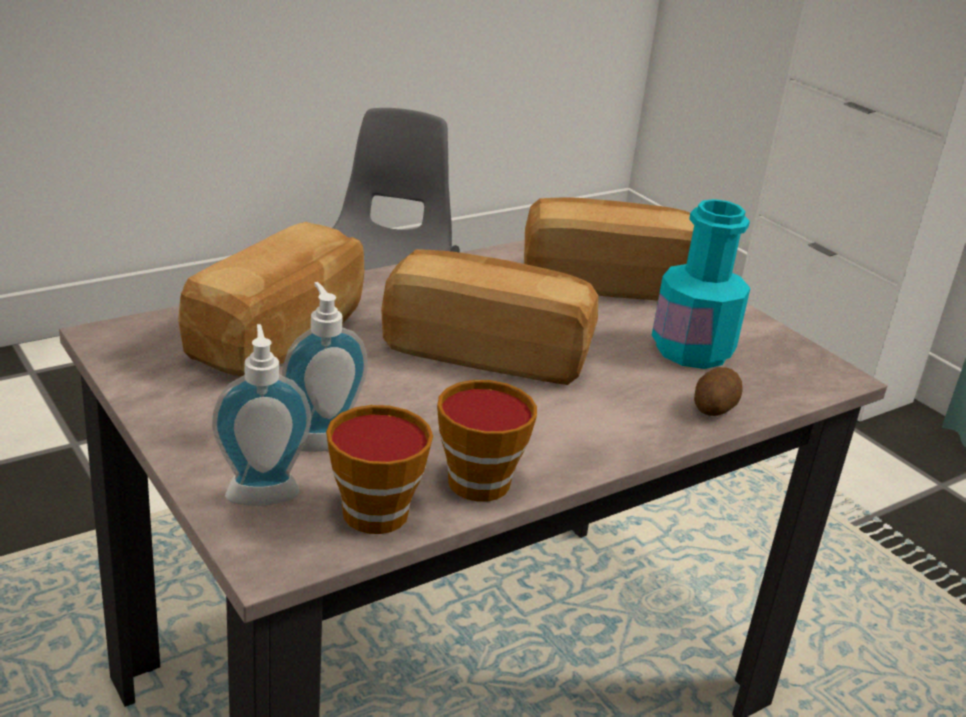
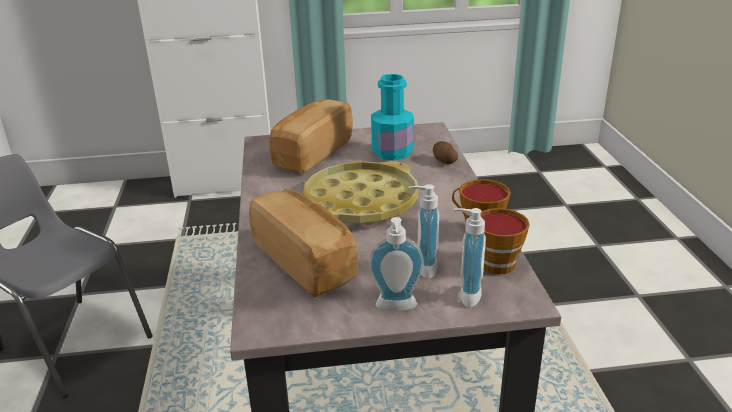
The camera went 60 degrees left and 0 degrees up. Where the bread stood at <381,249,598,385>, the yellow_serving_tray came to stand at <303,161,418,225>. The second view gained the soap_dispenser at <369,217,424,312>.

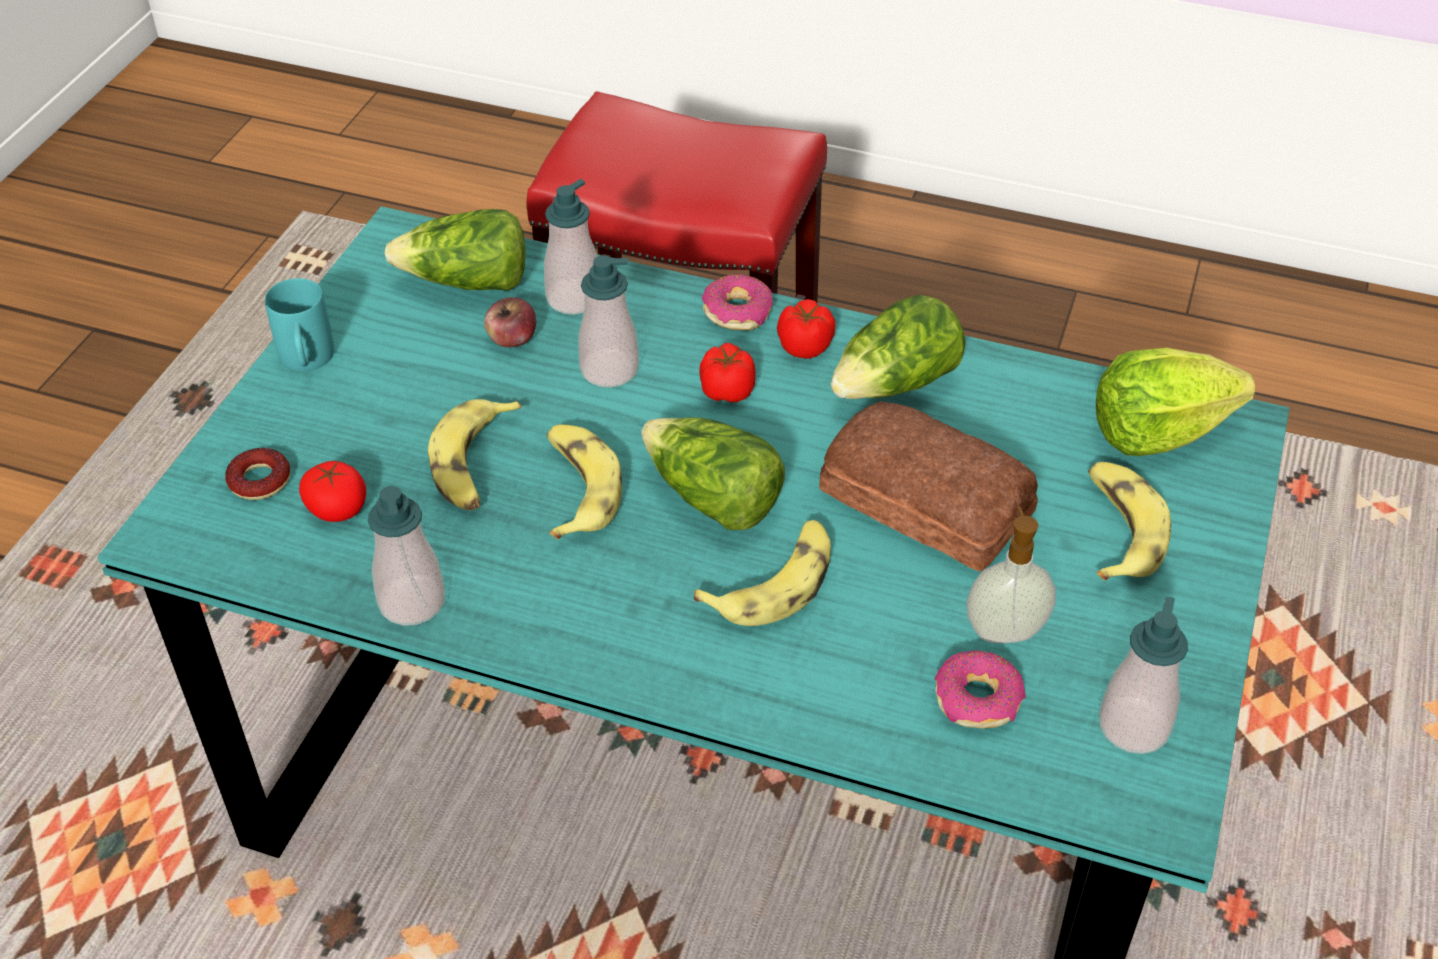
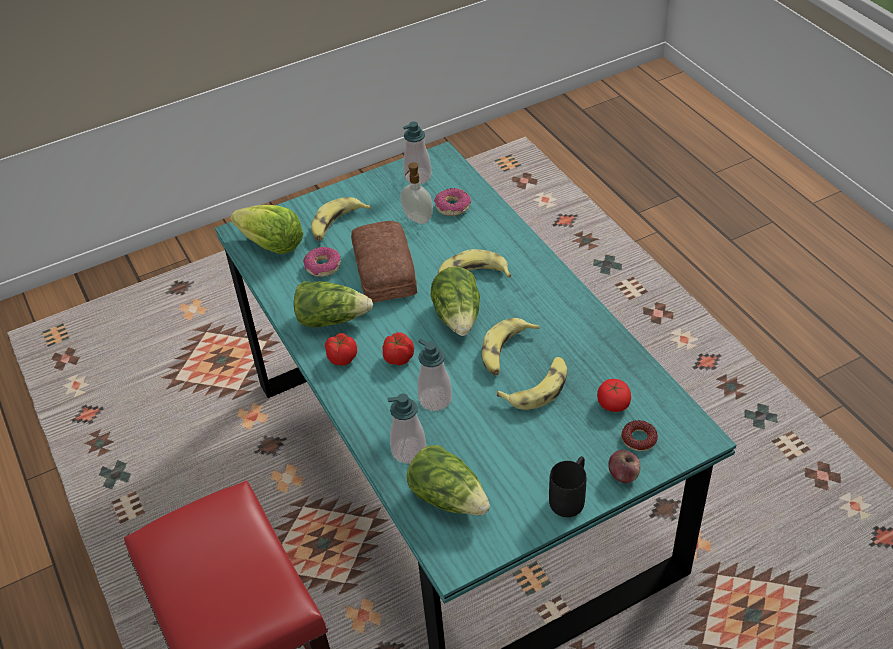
The camera went 135 degrees left and 0 degrees up. The doughnut ended up elsewhere, having gone from <702,274,773,331> to <303,247,341,277>. What was the blue-green_coffee_mug at <265,278,334,371> turned into the black_coffee_mug at <549,456,586,517>. The apple ended up elsewhere, having gone from <484,297,536,347> to <608,450,641,483>. The second view lost the soap_dispenser at <368,486,445,626>.

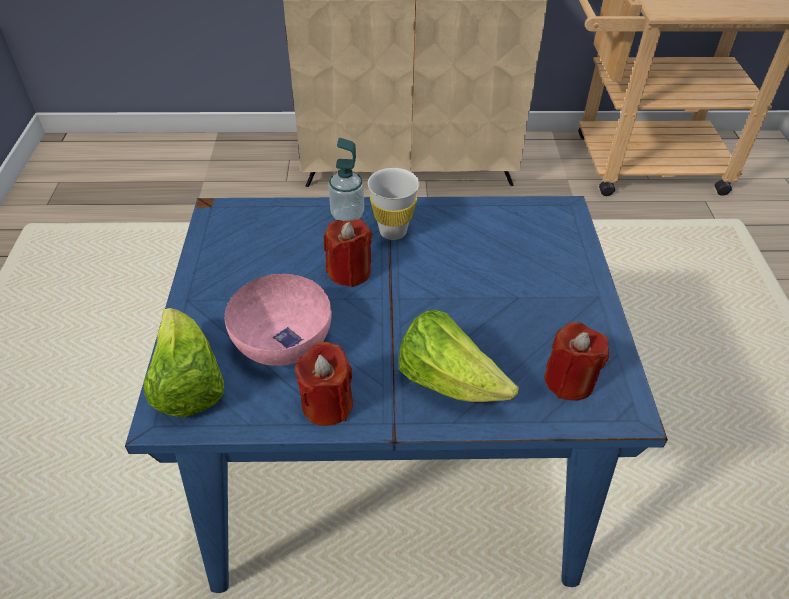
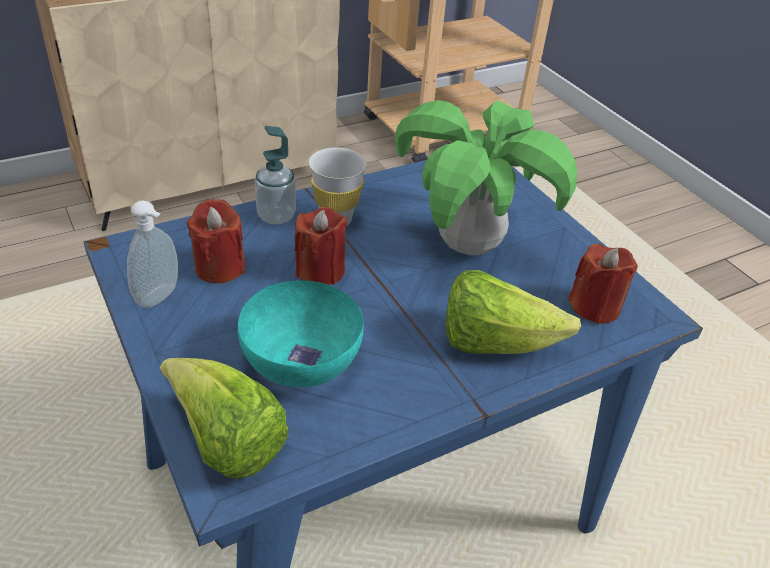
The camera went 30 degrees left and 5 degrees down. The second view gained the soap_dispenser at <127,201,178,308>. The red_wax_candle ended up elsewhere, having gone from <295,342,353,426> to <187,199,245,283>. What was the pink-coloured_bowl at <225,274,332,366> turned into the blue-green_bowl at <238,280,364,387>. The second view gained the houseplant at <394,100,577,255>.

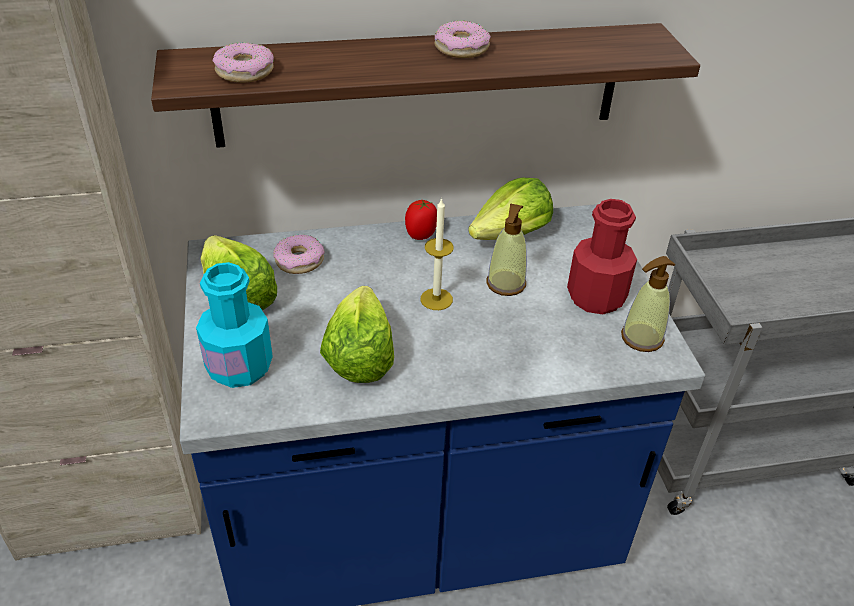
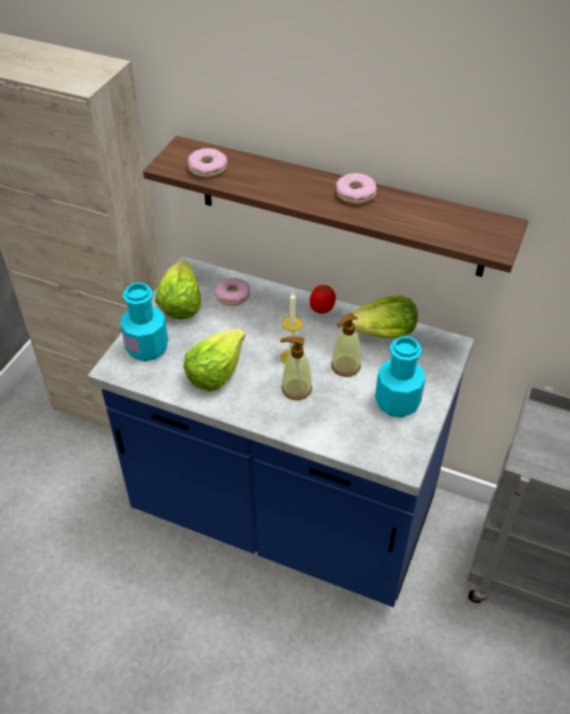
The camera went 35 degrees right and 5 degrees up. The soap_dispenser ended up elsewhere, having gone from <621,256,675,352> to <280,336,312,400>. What was the red_bottle at <567,199,637,314> turned into the blue-green_bottle at <375,336,426,418>.

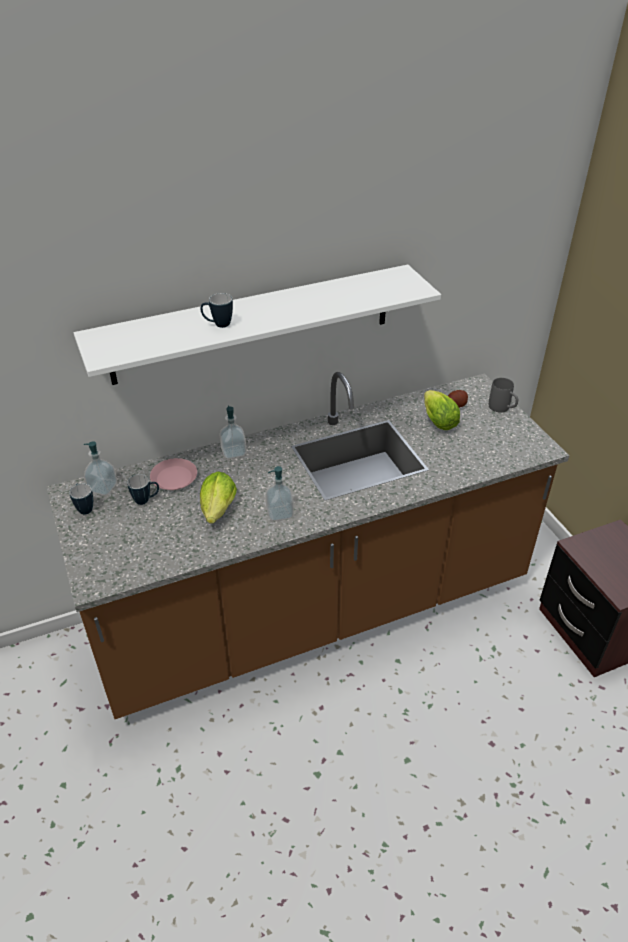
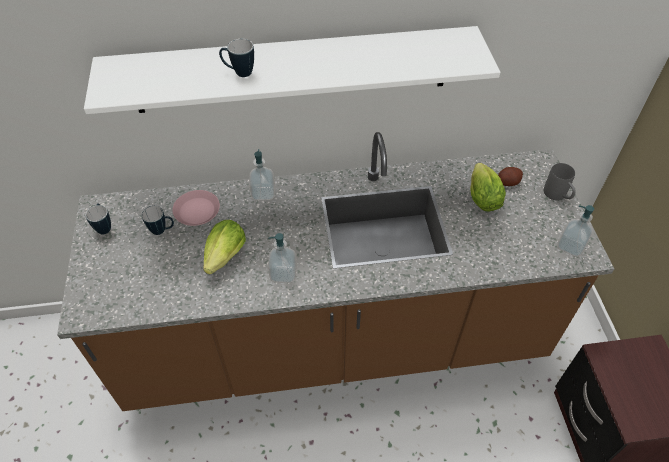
The camera went 15 degrees right and 10 degrees up. The soap_dispenser ended up elsewhere, having gone from <84,441,117,496> to <557,205,594,257>.

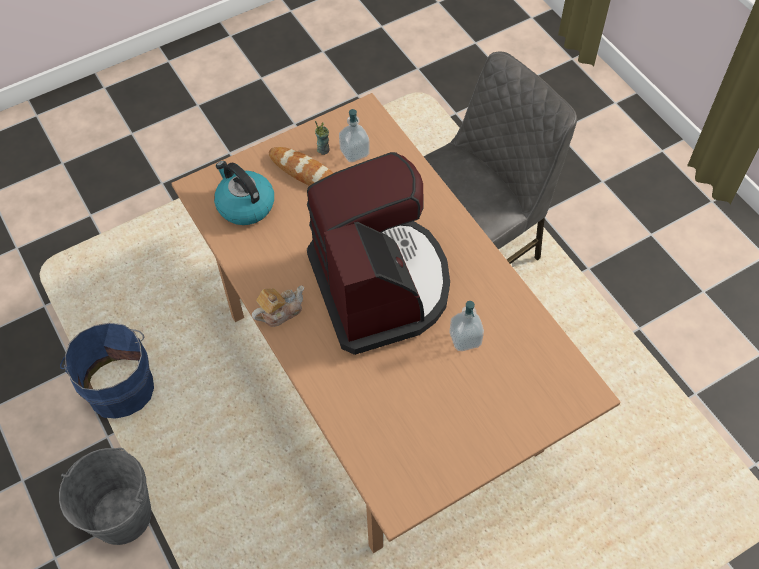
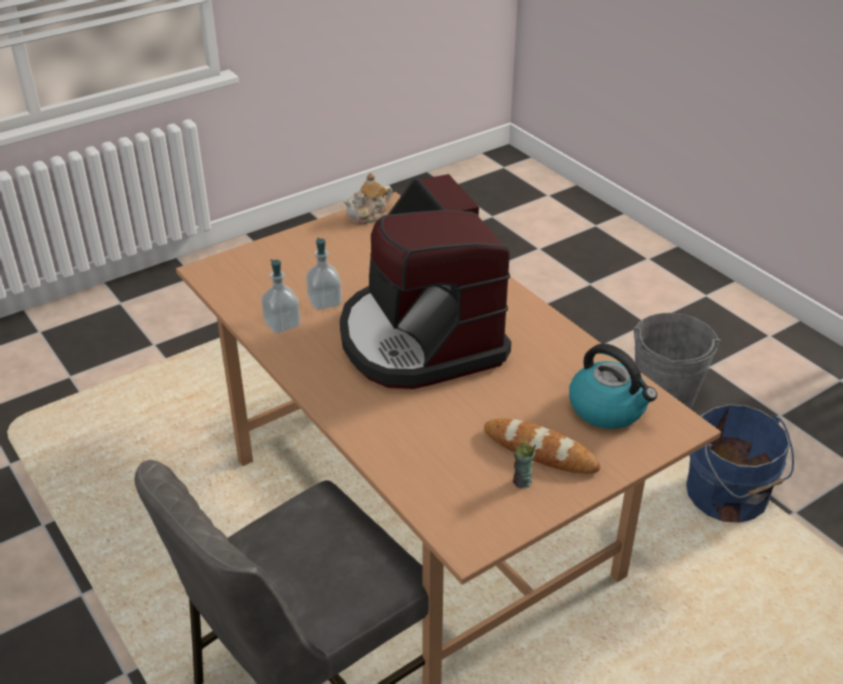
The camera went 175 degrees right and 20 degrees down. The soap_dispenser ended up elsewhere, having gone from <339,109,370,162> to <261,259,300,333>. The pot_for_tea ended up elsewhere, having gone from <252,285,304,327> to <343,173,393,225>.

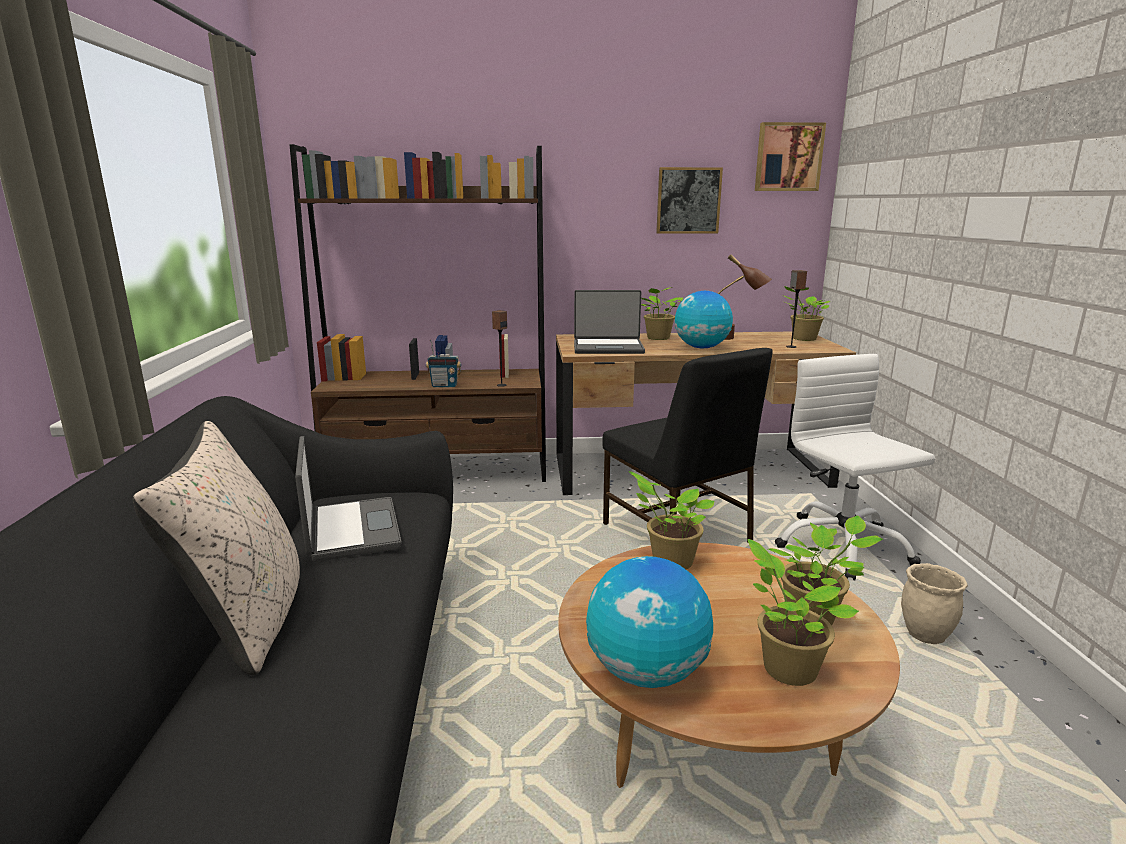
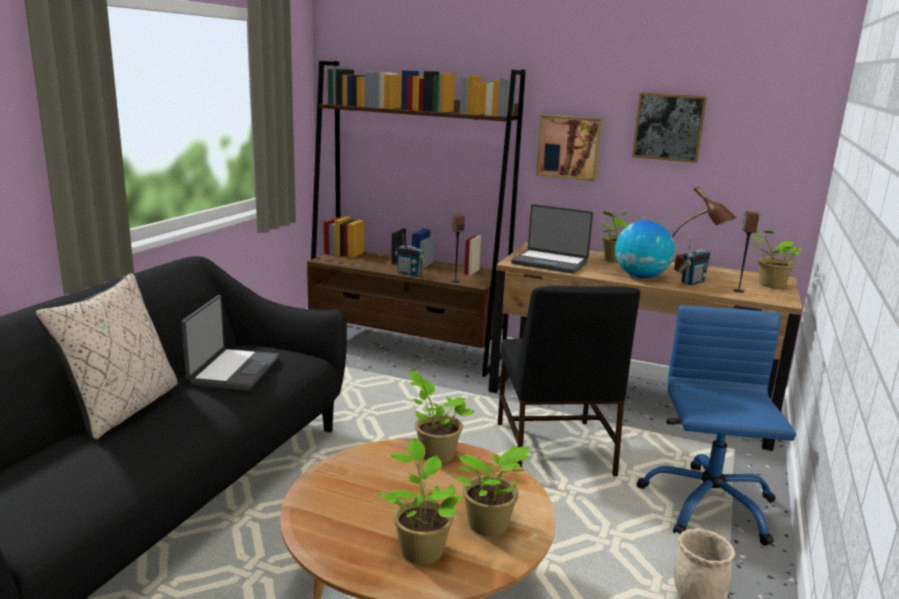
The camera went 25 degrees right and 0 degrees up. The picture ended up elsewhere, having gone from <755,122,826,191> to <536,115,602,181>. What was the white-coloured_desk_chair at <775,354,935,580> turned into the blue-coloured_desk_chair at <637,306,796,546>. The second view gained the radio_set at <678,237,710,286>. The second view lost the desk_globe at <586,556,713,688>.

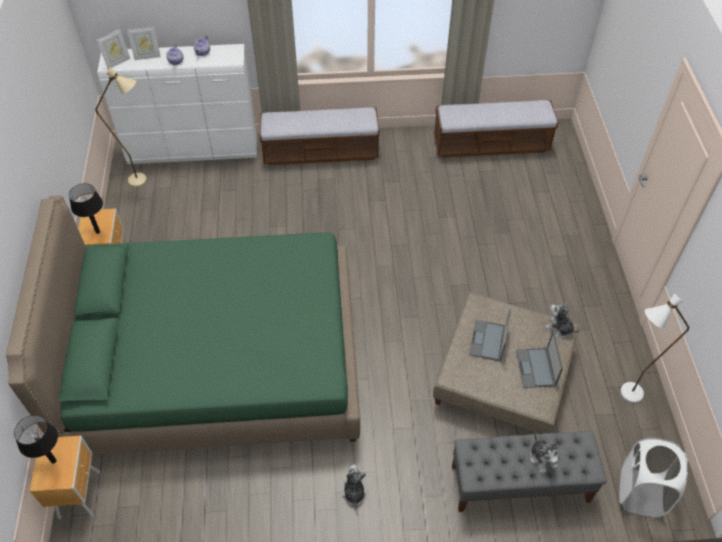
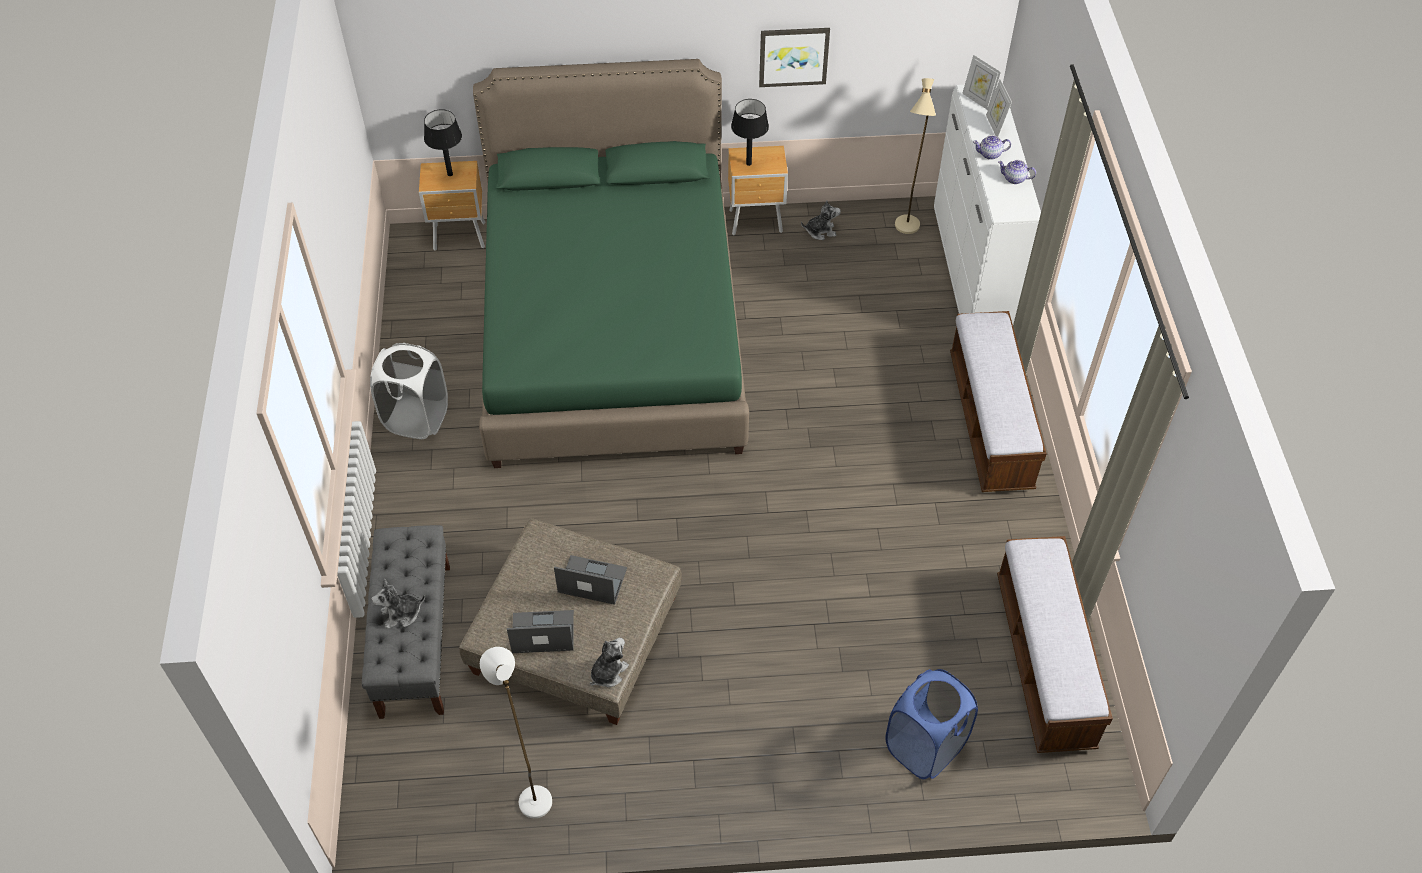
The camera went 90 degrees right and 0 degrees up. The white-coloured_laundry_basket ended up elsewhere, having gone from <619,438,688,517> to <370,343,448,439>. The second view gained the picture at <759,28,830,87>. The plush_toy ended up elsewhere, having gone from <342,464,366,507> to <801,200,841,240>. The second view gained the blue-coloured_laundry_basket at <885,669,978,779>.

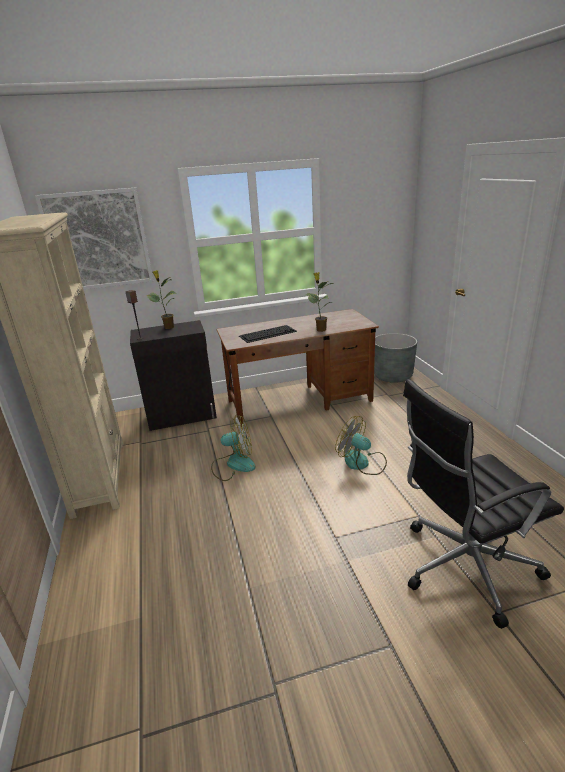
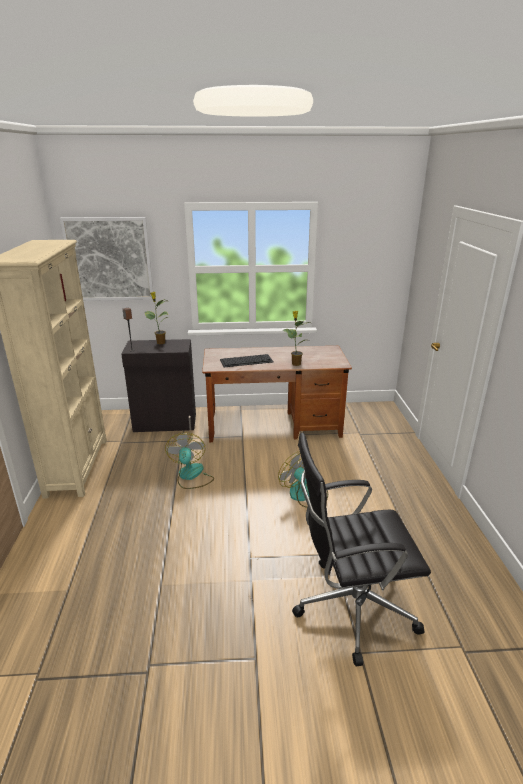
The camera went 10 degrees right and 0 degrees up. The electric_fan at <211,415,256,481> ended up facing another way, 105 degrees counterclockwise from before. The second view lost the grey_planter at <374,333,417,383>.

